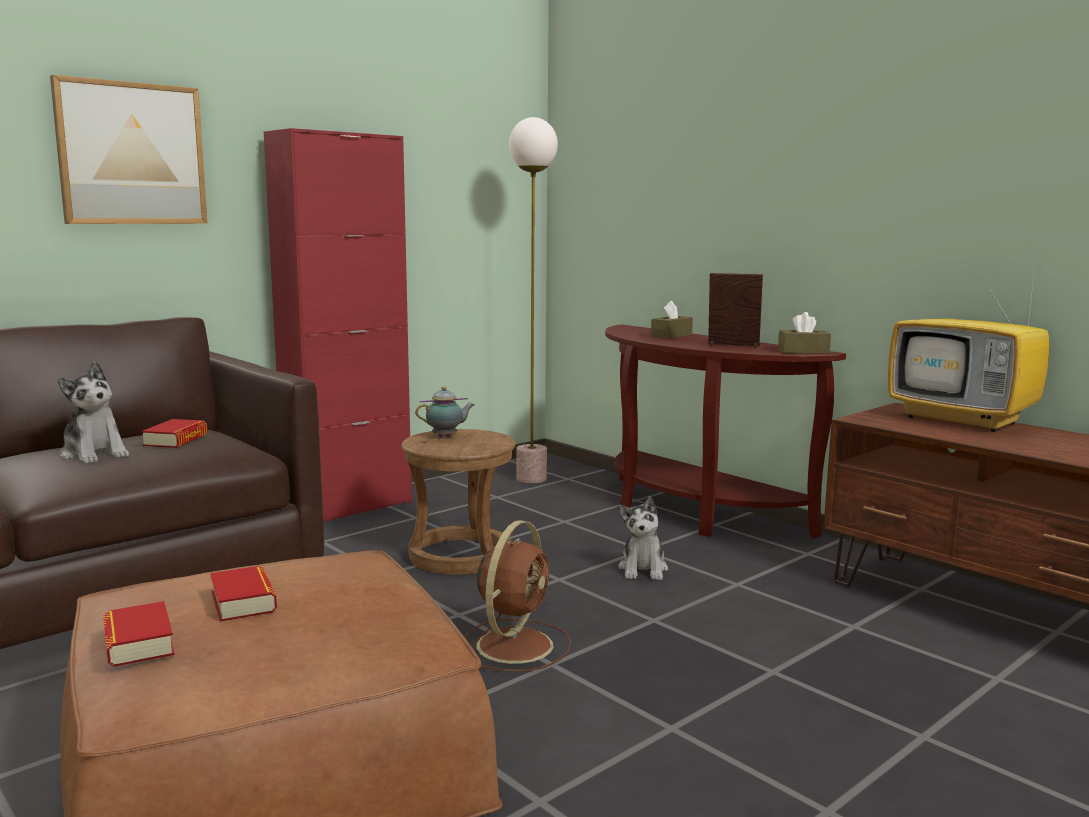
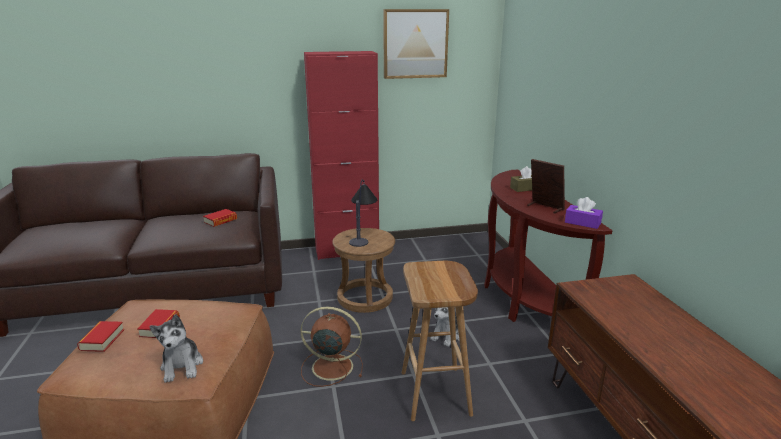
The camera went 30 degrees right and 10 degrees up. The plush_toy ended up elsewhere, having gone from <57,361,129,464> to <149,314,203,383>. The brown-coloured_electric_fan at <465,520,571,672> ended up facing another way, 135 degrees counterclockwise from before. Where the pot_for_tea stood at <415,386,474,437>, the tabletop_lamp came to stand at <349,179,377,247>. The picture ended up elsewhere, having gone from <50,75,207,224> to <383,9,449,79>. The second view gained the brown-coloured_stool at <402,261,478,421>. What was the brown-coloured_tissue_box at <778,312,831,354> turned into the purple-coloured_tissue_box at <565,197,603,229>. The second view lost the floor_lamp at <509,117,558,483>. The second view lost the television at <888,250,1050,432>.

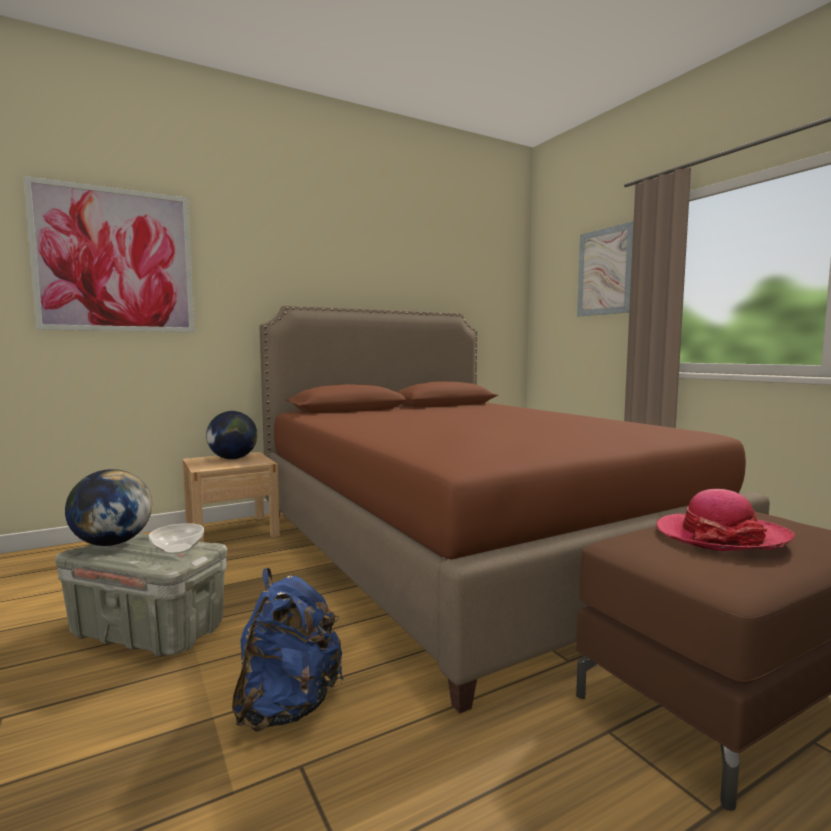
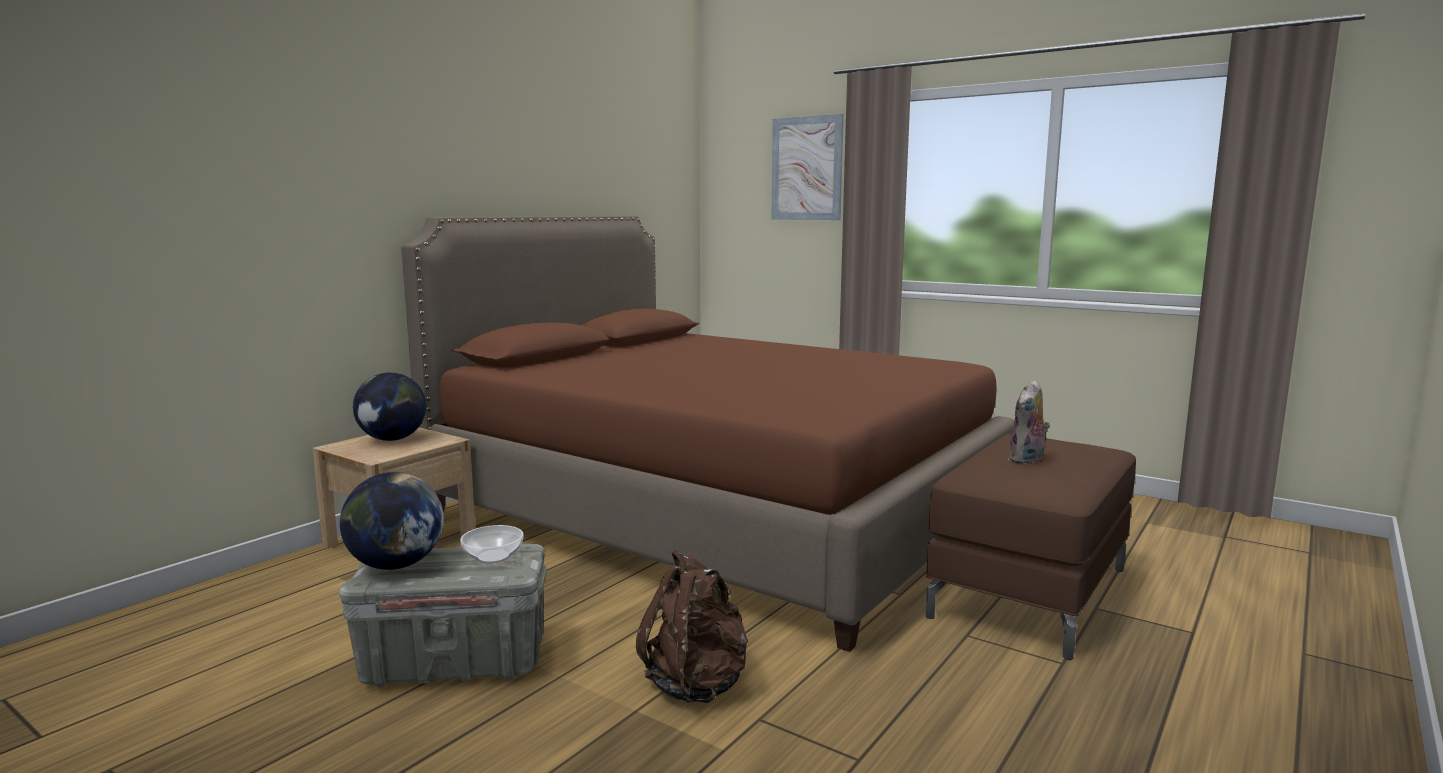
The camera went 25 degrees left and 5 degrees up. What was the blue-coloured_backpack at <232,568,343,732> turned into the brown-coloured_backpack at <636,550,748,703>. Where the hat stood at <656,489,795,551>, the plush_toy came to stand at <1008,380,1050,464>. The second view lost the picture at <23,176,195,332>.

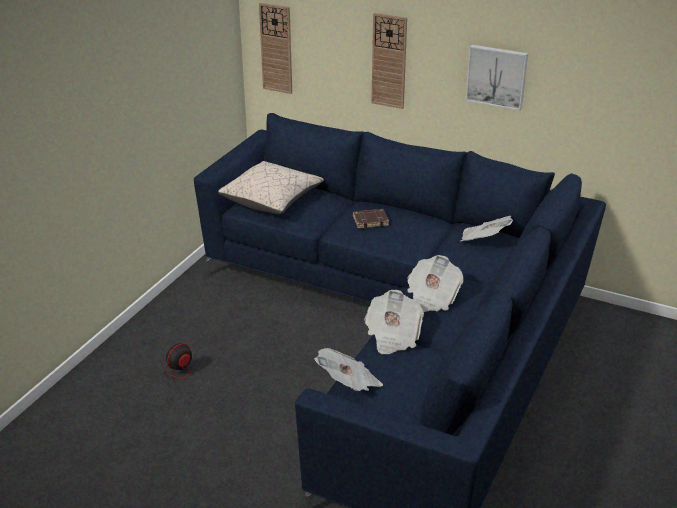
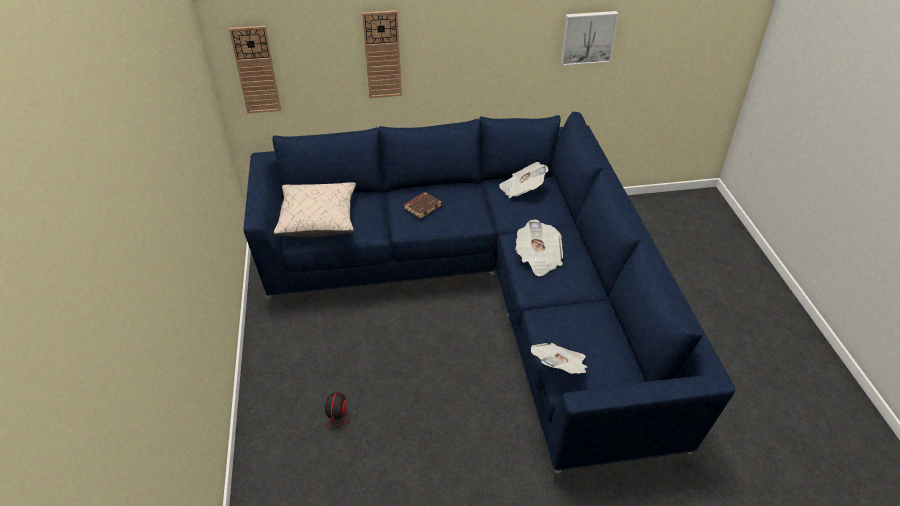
The camera went 35 degrees left and 10 degrees up. The picture ended up elsewhere, having gone from <465,45,528,111> to <560,11,619,66>. The second view lost the printed_paper at <364,290,424,354>.

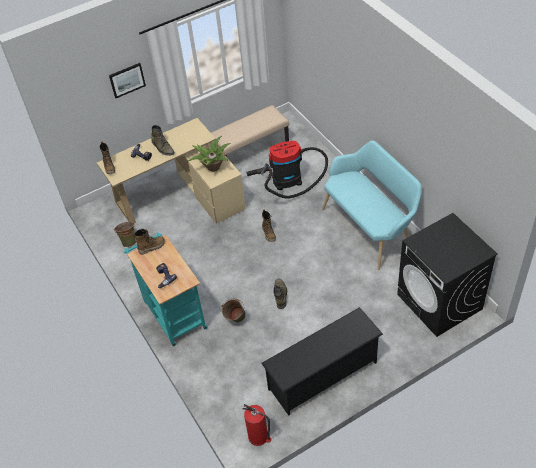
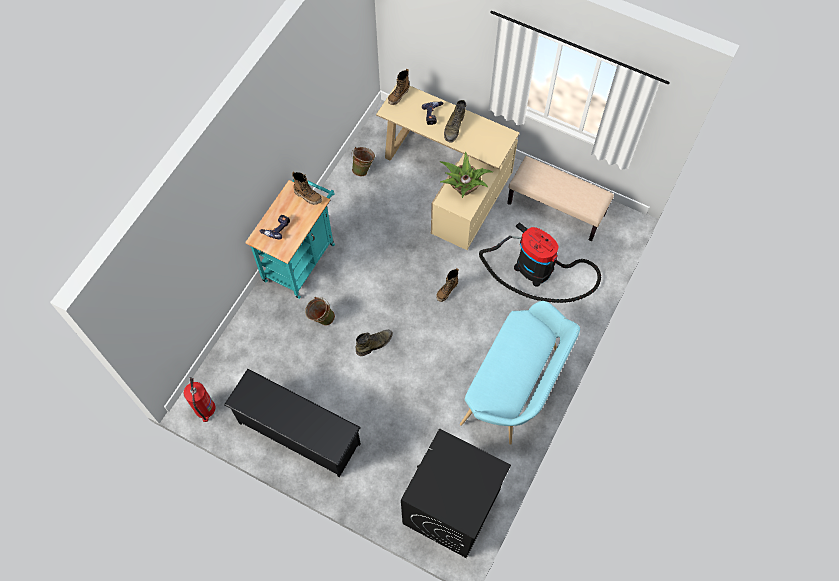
The camera went 55 degrees right and 15 degrees up. The second view lost the picture at <109,63,146,98>.

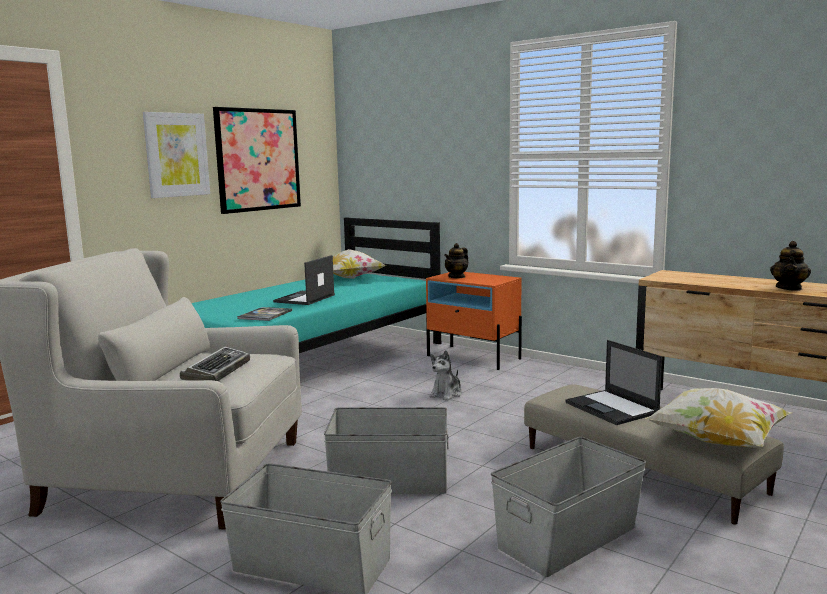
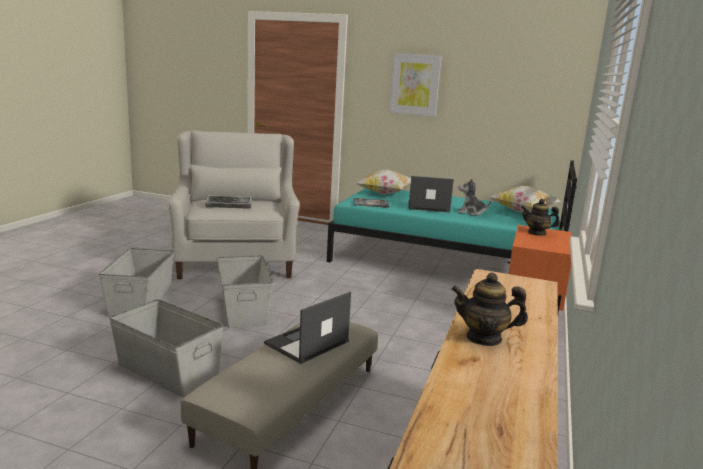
The camera went 70 degrees right and 5 degrees up. The pillow ended up elsewhere, having gone from <645,388,792,448> to <356,170,411,195>. The plush_toy ended up elsewhere, having gone from <429,350,462,401> to <458,178,492,215>. The second view lost the picture at <213,107,301,214>.

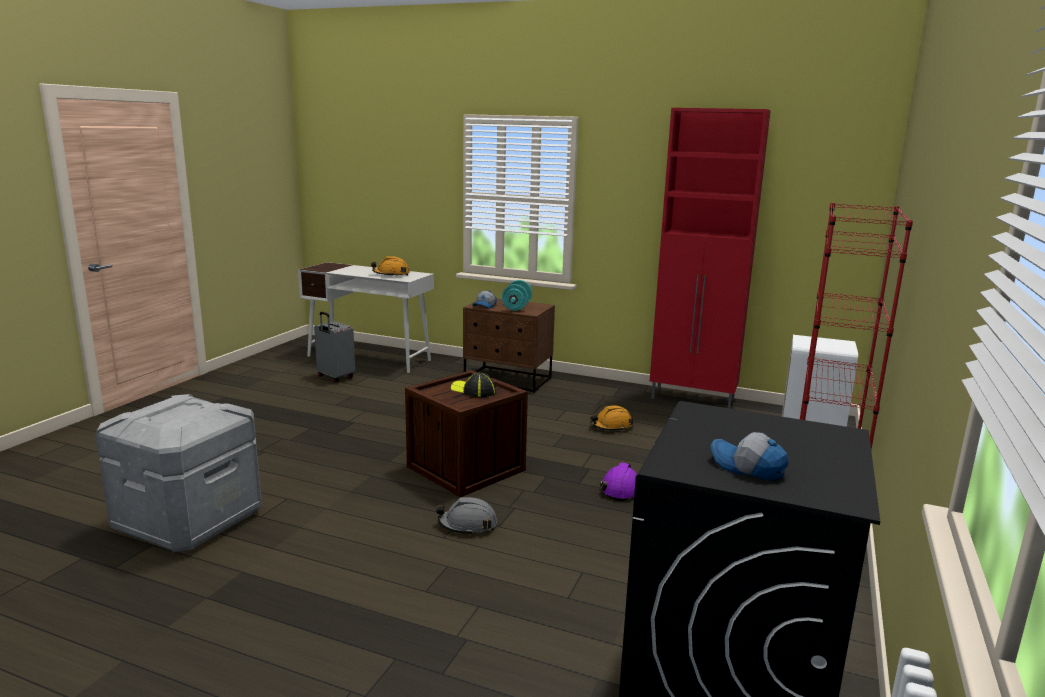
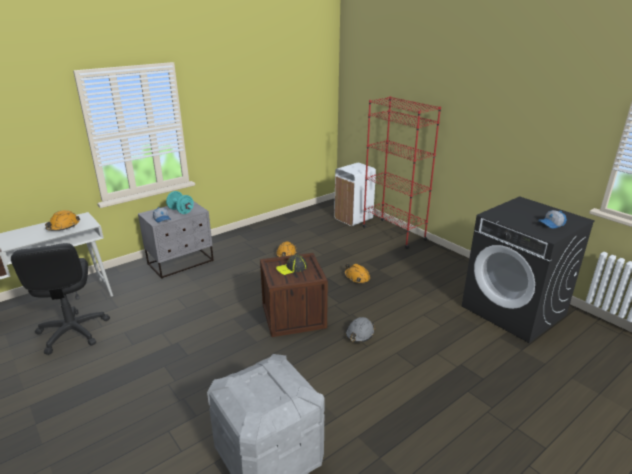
The camera went 60 degrees left and 10 degrees up. Where the grey_piece_of_luggage stood at <314,312,355,382>, the black_desk_chair came to stand at <11,243,110,355>. What was the brown-coloured_nightstand at <463,298,555,393> turned into the grey_nightstand at <138,201,214,279>. What was the purple-coloured_hard_hat at <600,462,637,501> turned into the orange-coloured_hard_hat at <344,264,370,284>. The second view lost the red_storage_cabinet at <650,108,771,408>.

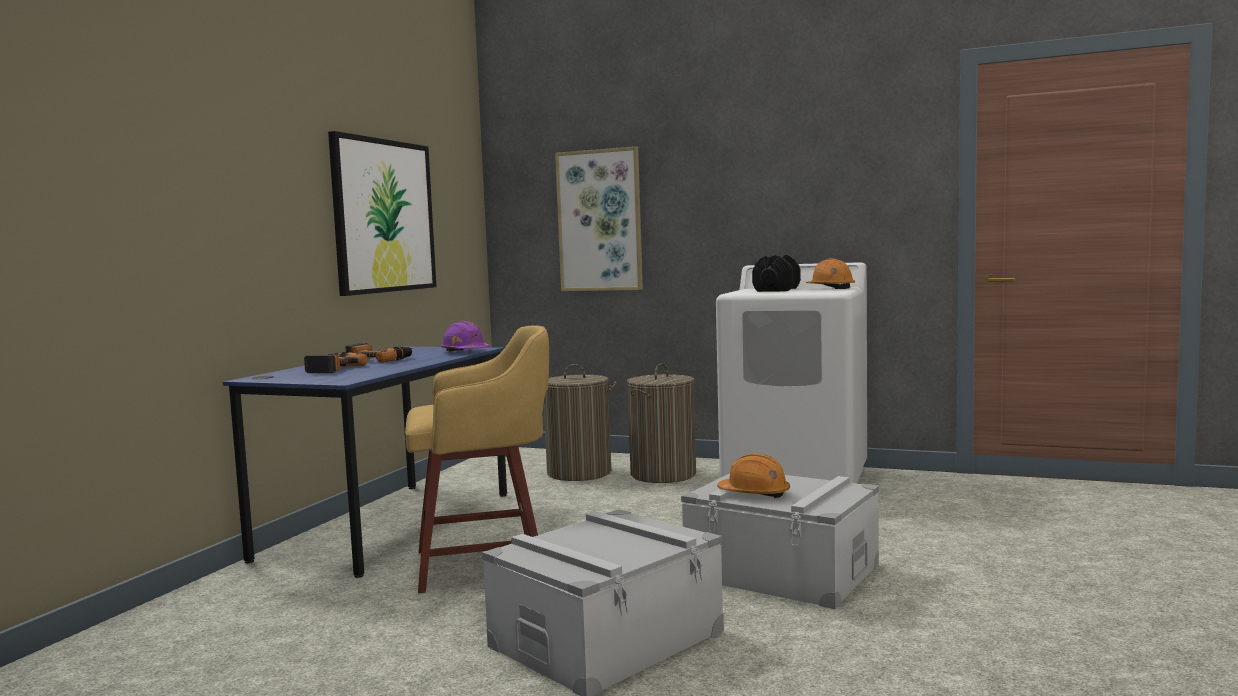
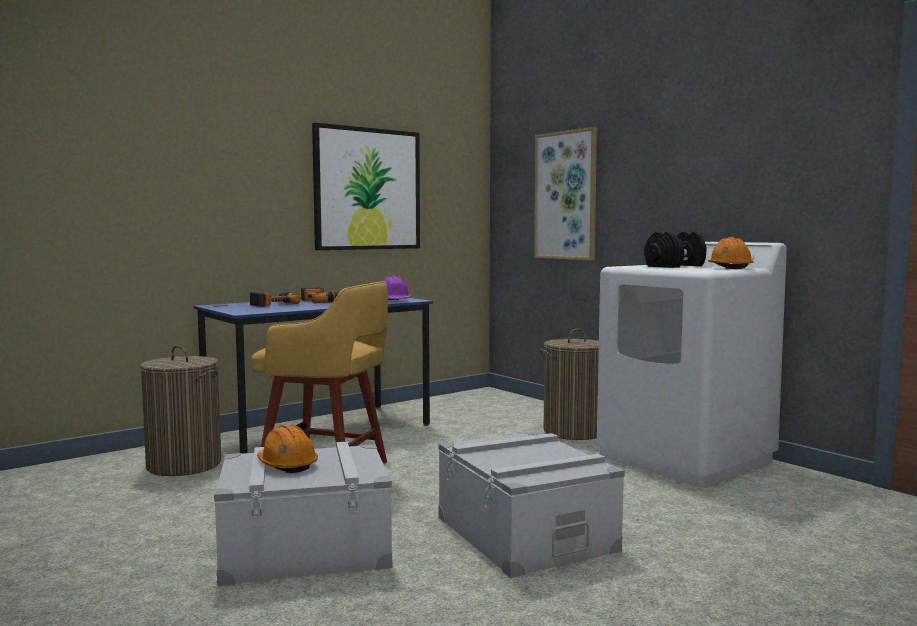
The camera went 30 degrees right and 0 degrees up. The laundry_basket ended up elsewhere, having gone from <544,364,617,481> to <140,345,221,476>. The orange-coloured_hard_hat ended up elsewhere, having gone from <717,453,790,498> to <257,425,318,473>.

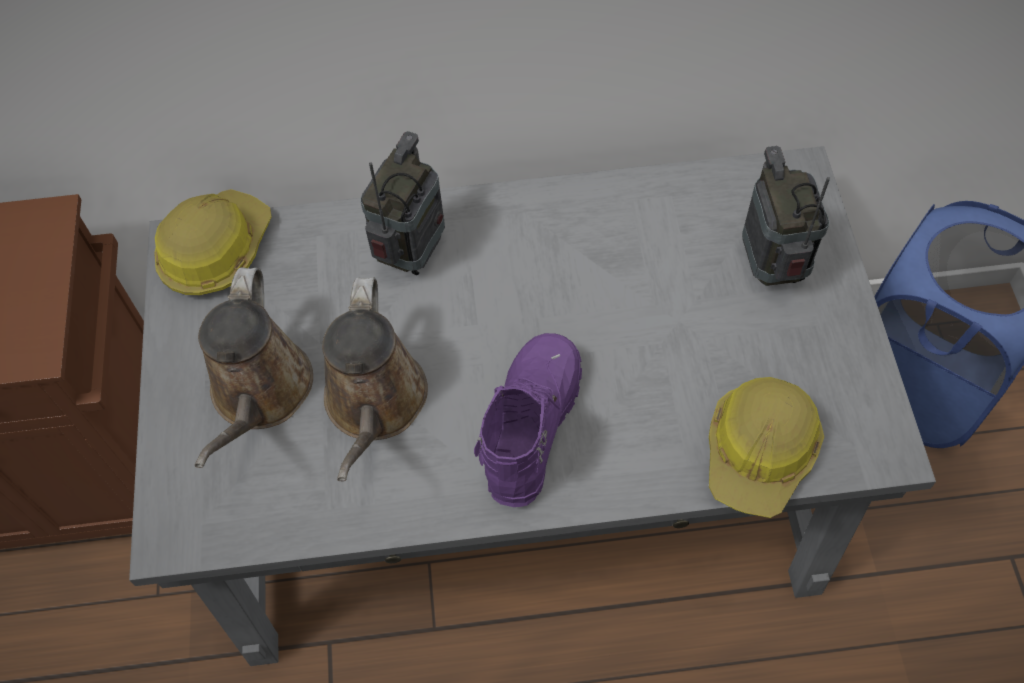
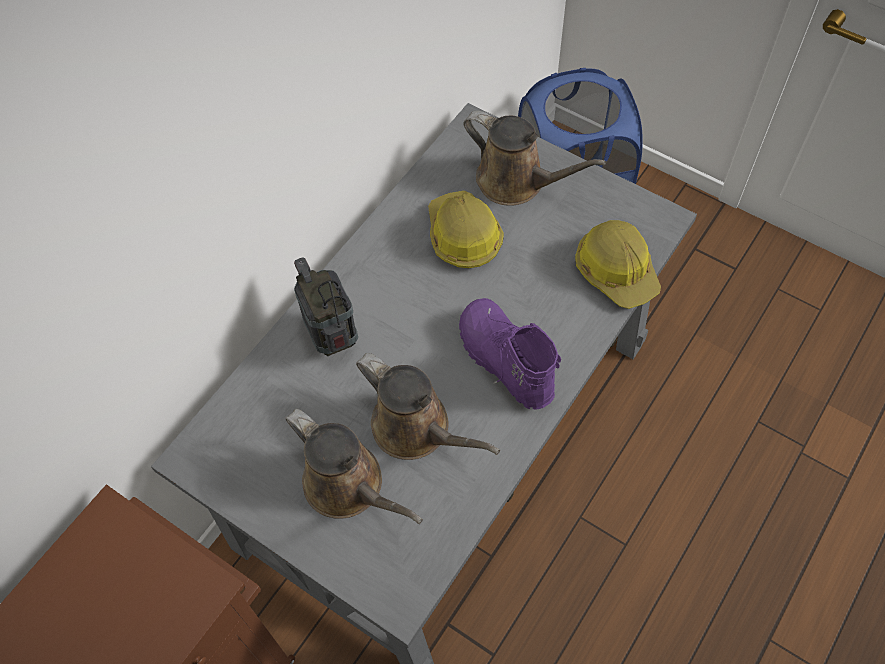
The camera went 50 degrees left and 0 degrees up. The hard_hat ended up elsewhere, having gone from <154,189,272,295> to <428,191,504,268>. Where the radio_set stood at <742,146,830,286>, the brown-coloured_sprinkling_can came to stand at <463,111,606,206>.

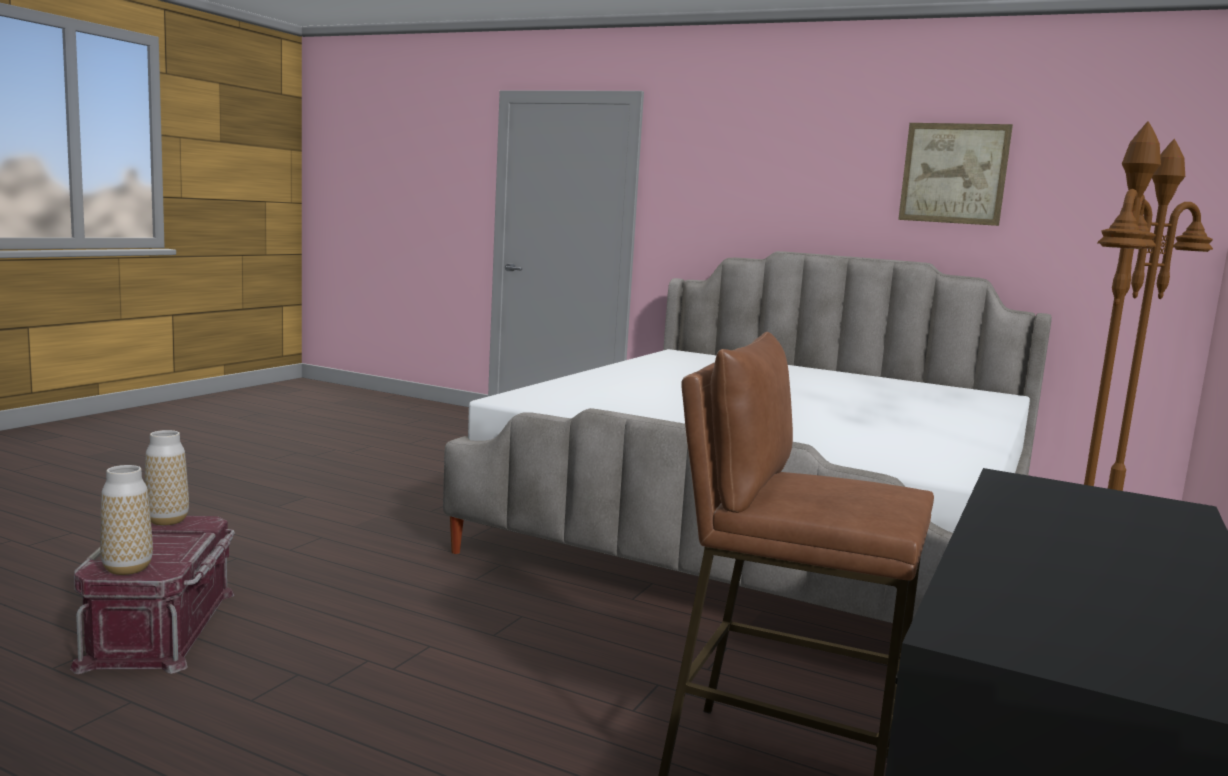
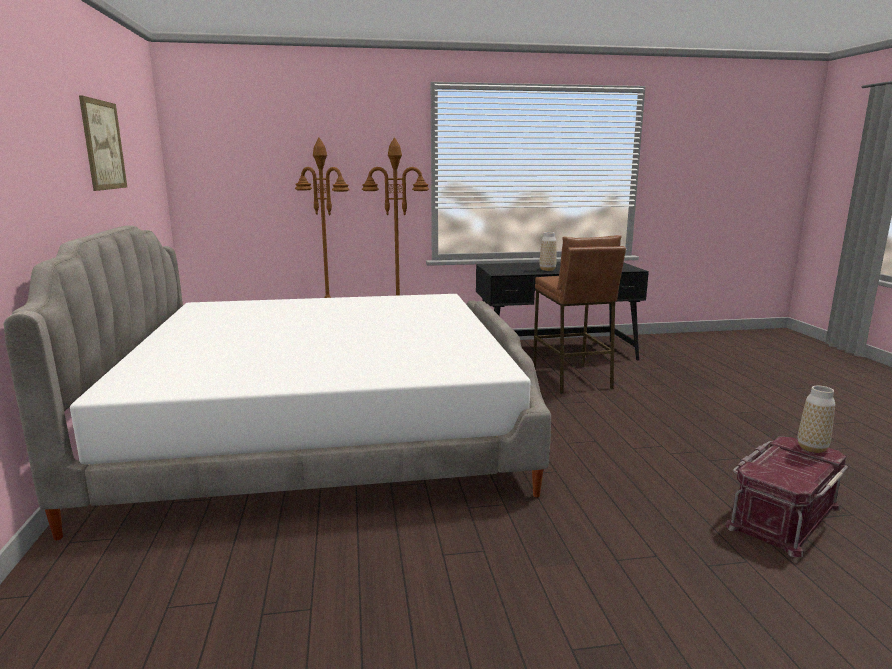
The camera went 125 degrees left and 5 degrees up. The decorative_vase ended up elsewhere, having gone from <145,430,189,525> to <539,232,557,271>.

